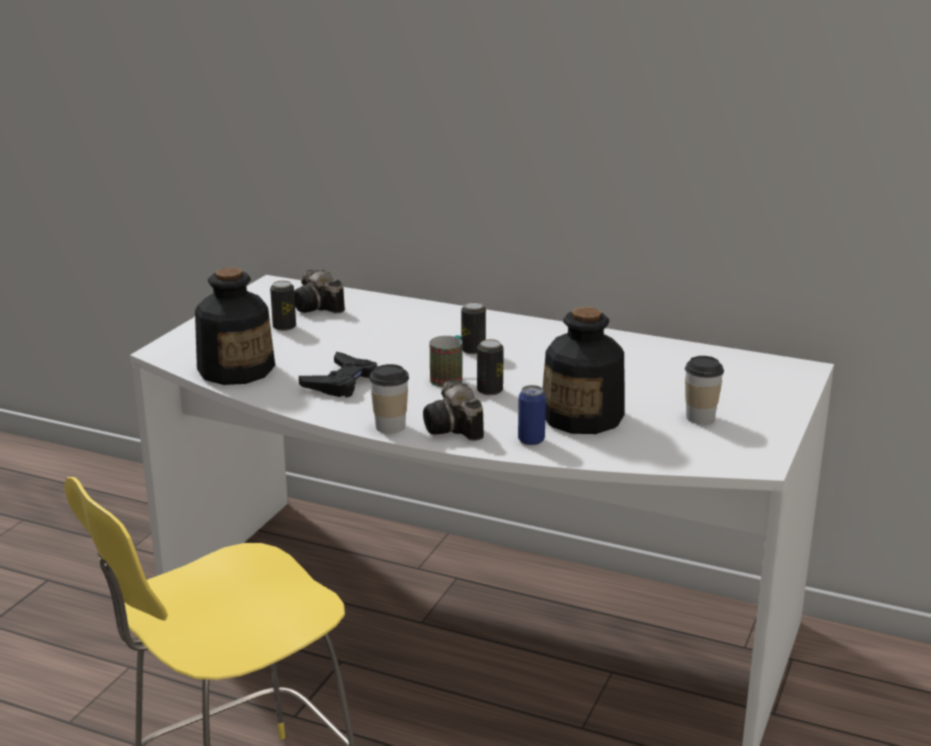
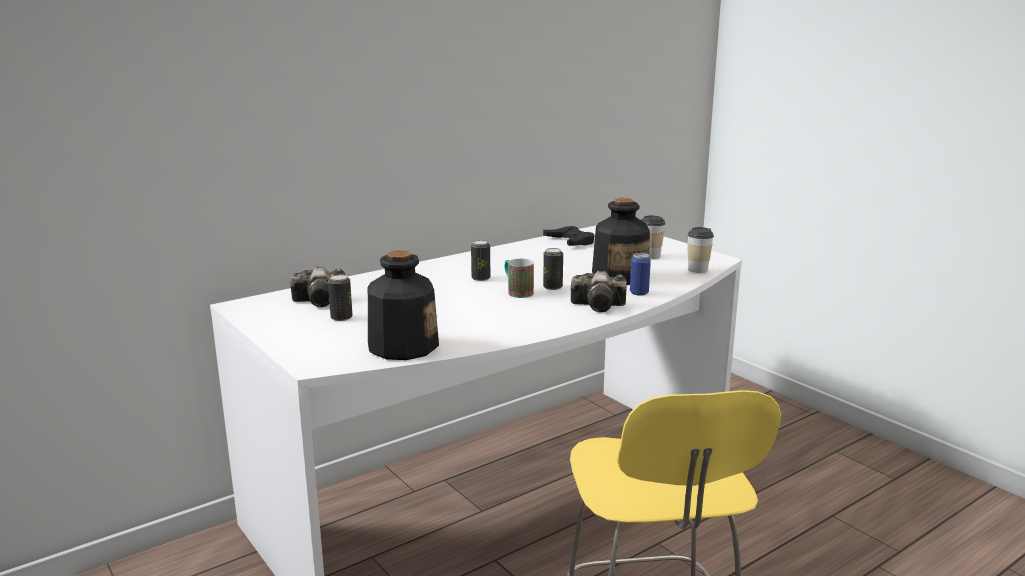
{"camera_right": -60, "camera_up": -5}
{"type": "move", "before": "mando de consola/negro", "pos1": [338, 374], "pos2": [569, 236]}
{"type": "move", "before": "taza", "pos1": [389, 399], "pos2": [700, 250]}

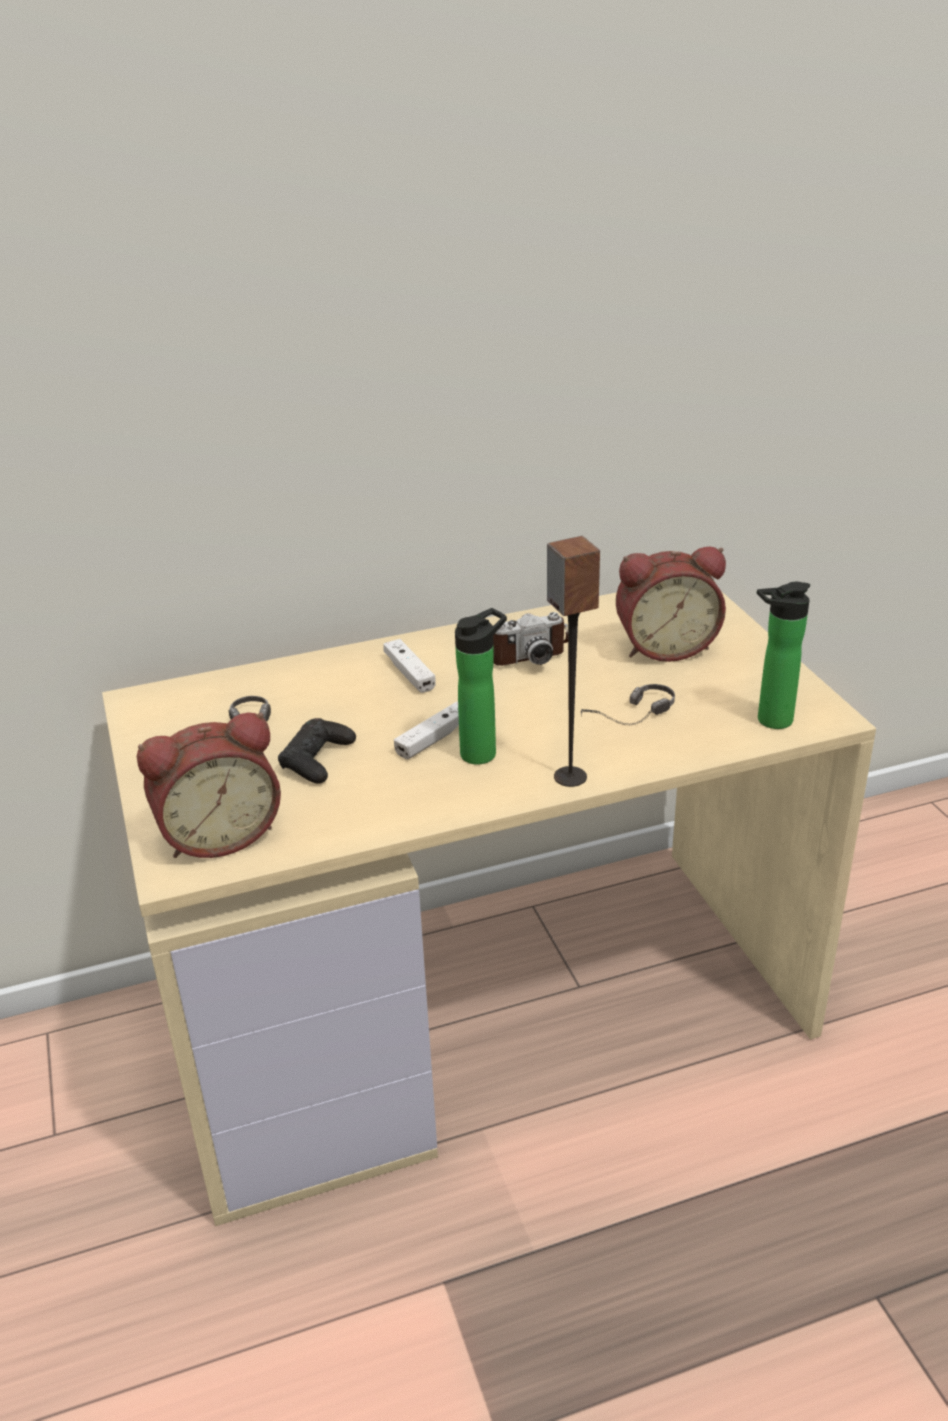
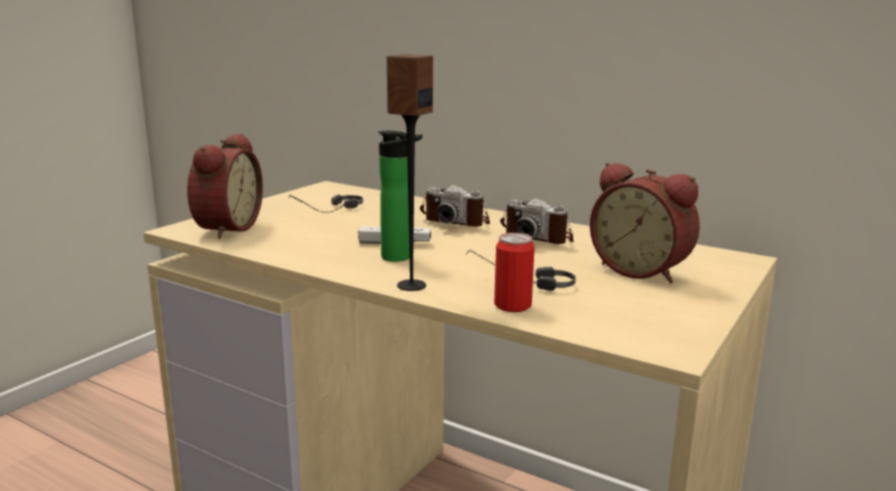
{"camera_right": 50, "camera_up": -15}
{"type": "rotate", "before": "despertador", "pos1": [209, 785], "pos2": [225, 186], "turn": -105}
{"type": "replace", "before": "mando de consola/blanco", "after": "cámara", "pos1": [409, 666], "pos2": [455, 206]}
{"type": "insert", "after": "lata", "pos2": [514, 272]}
{"type": "delete", "before": "mando de consola/negro", "pos1": [317, 751]}
{"type": "delete", "before": "botella", "pos1": [783, 655]}

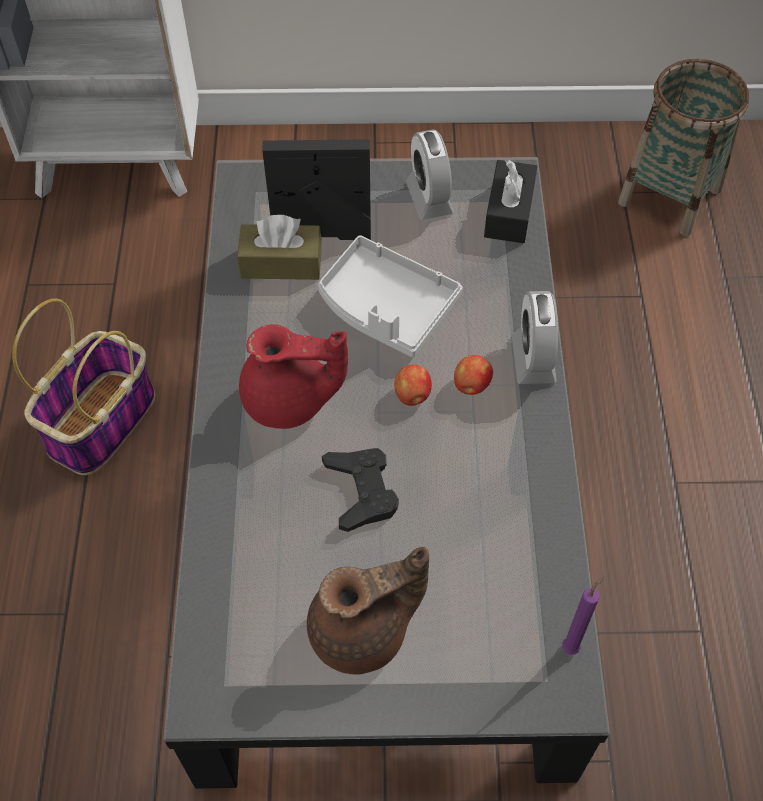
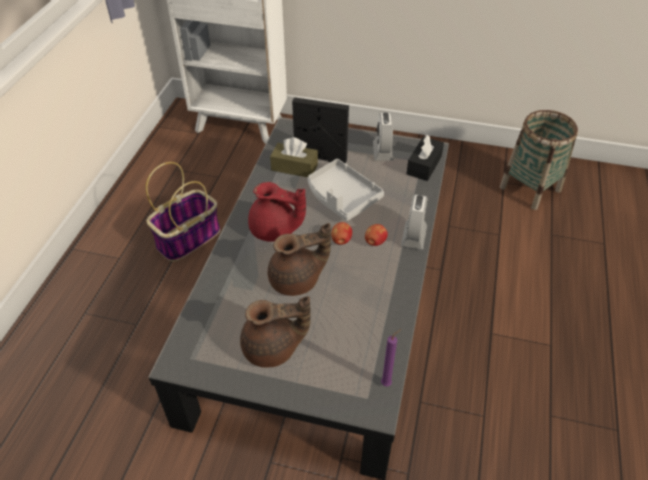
{"camera_right": 15, "camera_up": -10}
{"type": "replace", "before": "mando de consola/negro", "after": "tetera/marrón", "pos1": [360, 490], "pos2": [299, 259]}

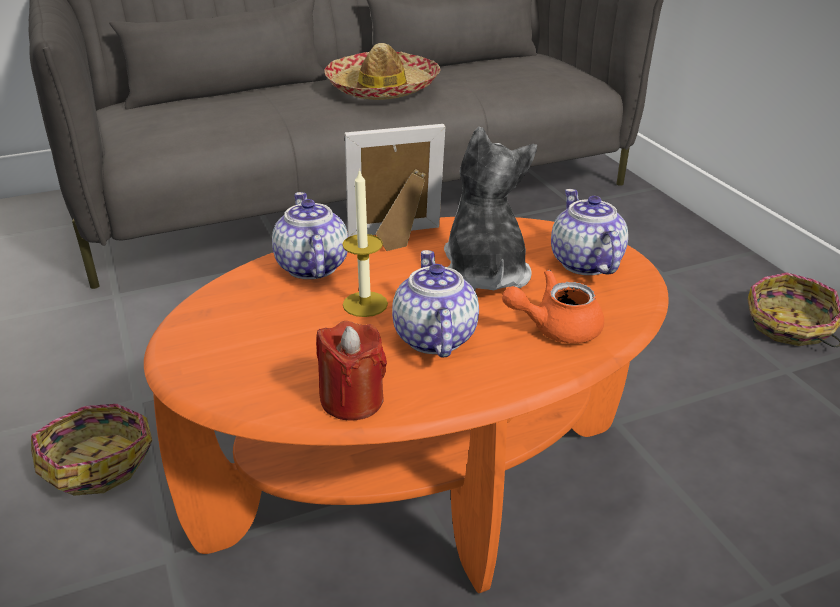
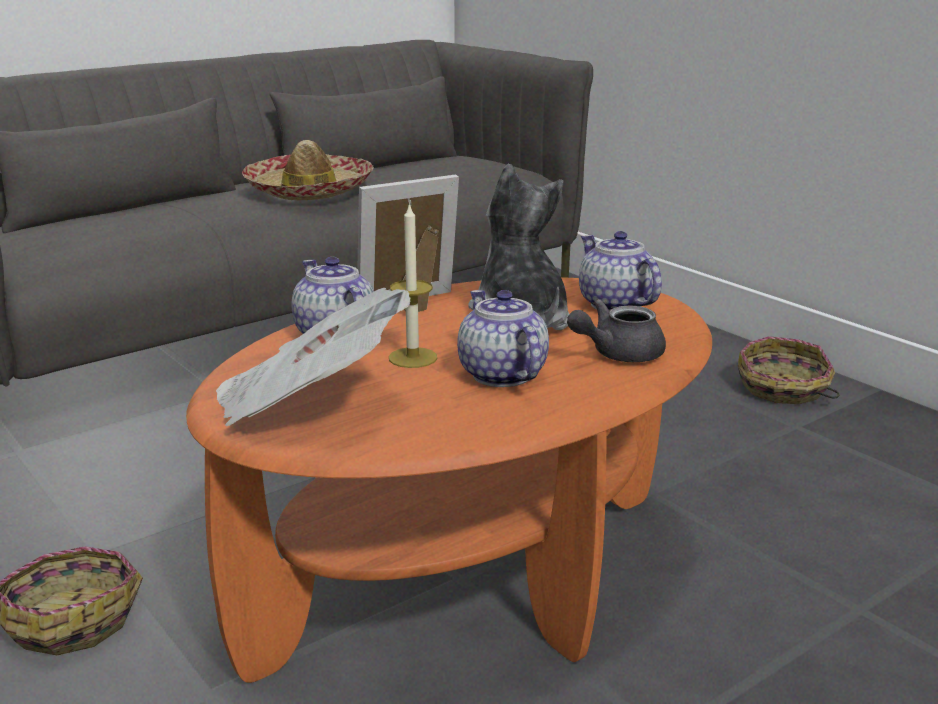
{"camera_right": -15, "camera_up": -10}
{"type": "insert", "after": "periódico", "pos2": [313, 357]}
{"type": "recolor", "before": "tetera/naranja", "after": "tetera/gris", "pos1": [553, 306], "pos2": [616, 330]}
{"type": "delete", "before": "vela/rojo", "pos1": [351, 371]}

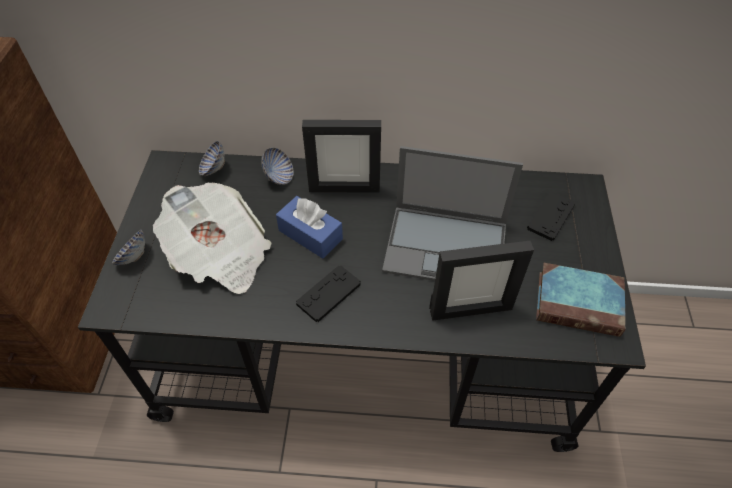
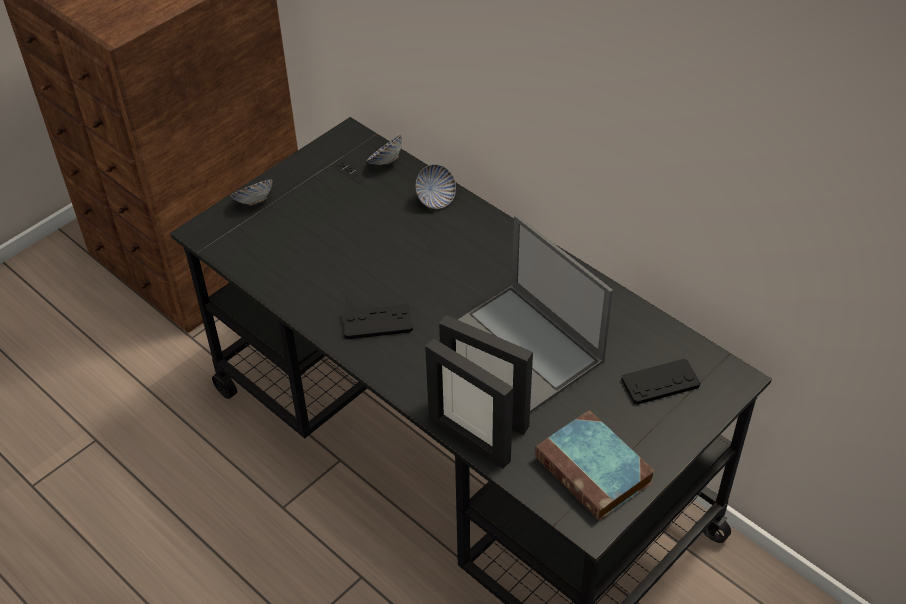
{"camera_right": 40, "camera_up": -5}
{"type": "move", "before": "portarretratos", "pos1": [341, 156], "pos2": [469, 403]}
{"type": "delete", "before": "periódico", "pos1": [212, 238]}
{"type": "delete", "before": "caja de pañuelos/azul", "pos1": [309, 227]}

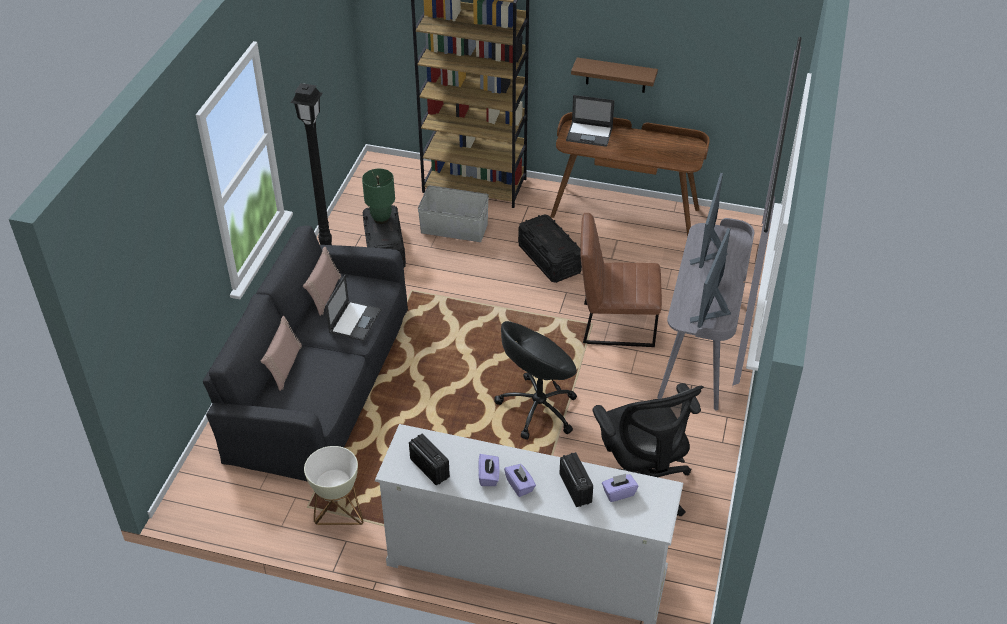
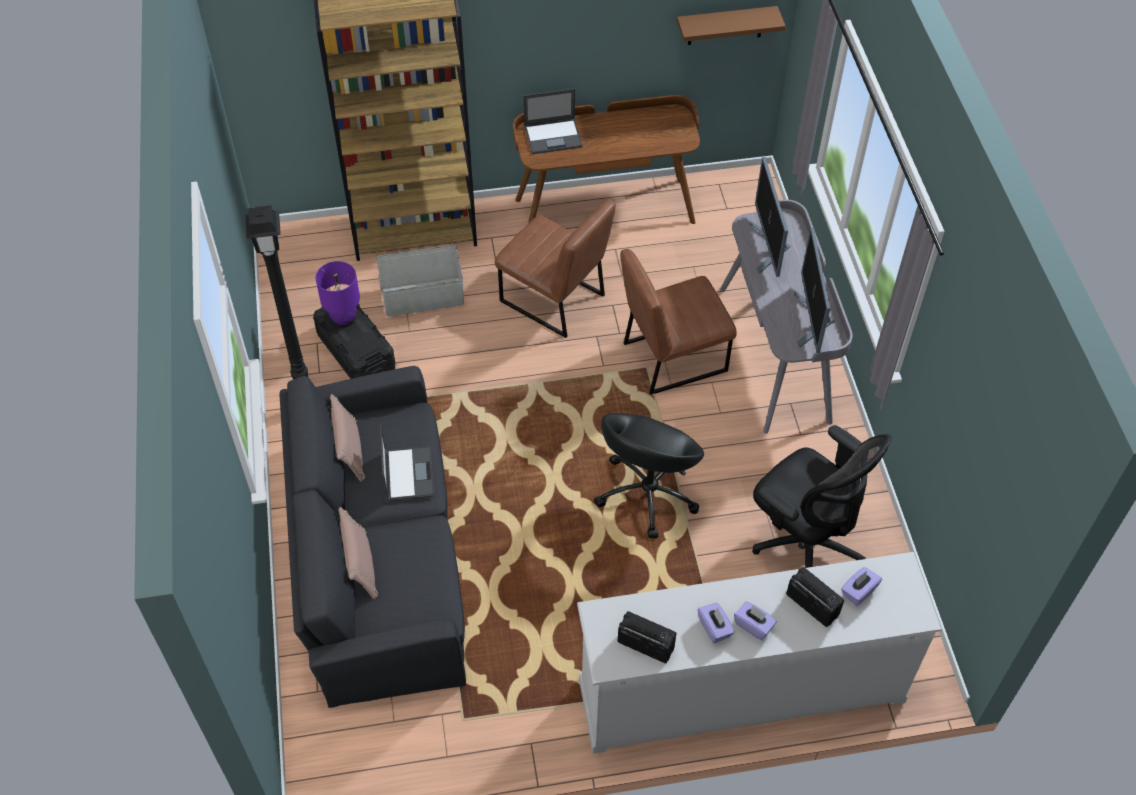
{"camera_right": -25, "camera_up": 10}
{"type": "recolor", "before": "lámpara de mesa/verde", "after": "lámpara de mesa/morado", "pos1": [378, 196], "pos2": [338, 294]}
{"type": "replace", "before": "caja de almacenaje/negro", "after": "silla/marrón", "pos1": [550, 248], "pos2": [555, 269]}
{"type": "move", "before": "estante/marrón", "pos1": [614, 75], "pos2": [731, 25]}
{"type": "delete", "before": "maceta", "pos1": [333, 485]}

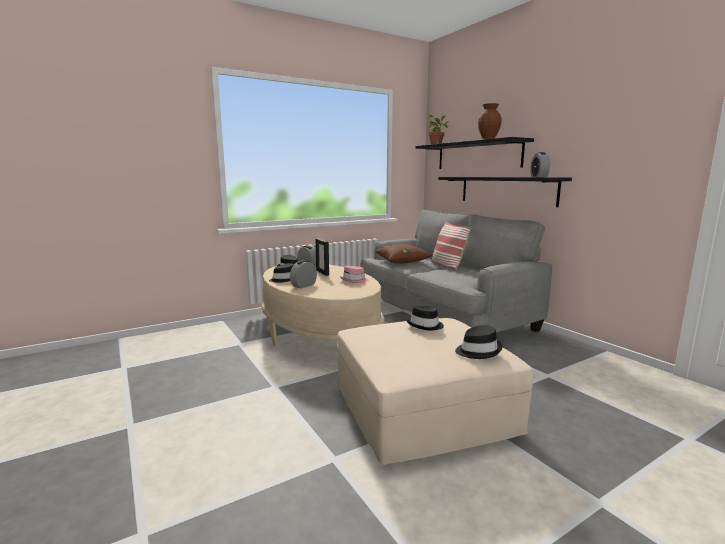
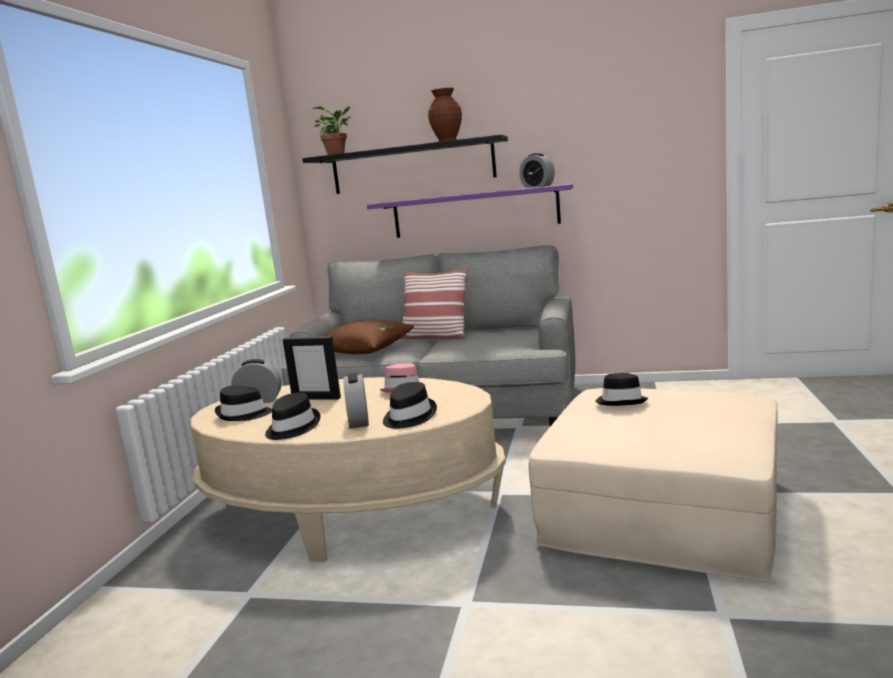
{"camera_right": -45, "camera_up": 0}
{"type": "recolor", "before": "estante/negro", "after": "estante/morado", "pos1": [505, 192], "pos2": [470, 210]}
{"type": "move", "before": "sombrero/negro", "pos1": [478, 342], "pos2": [410, 405]}

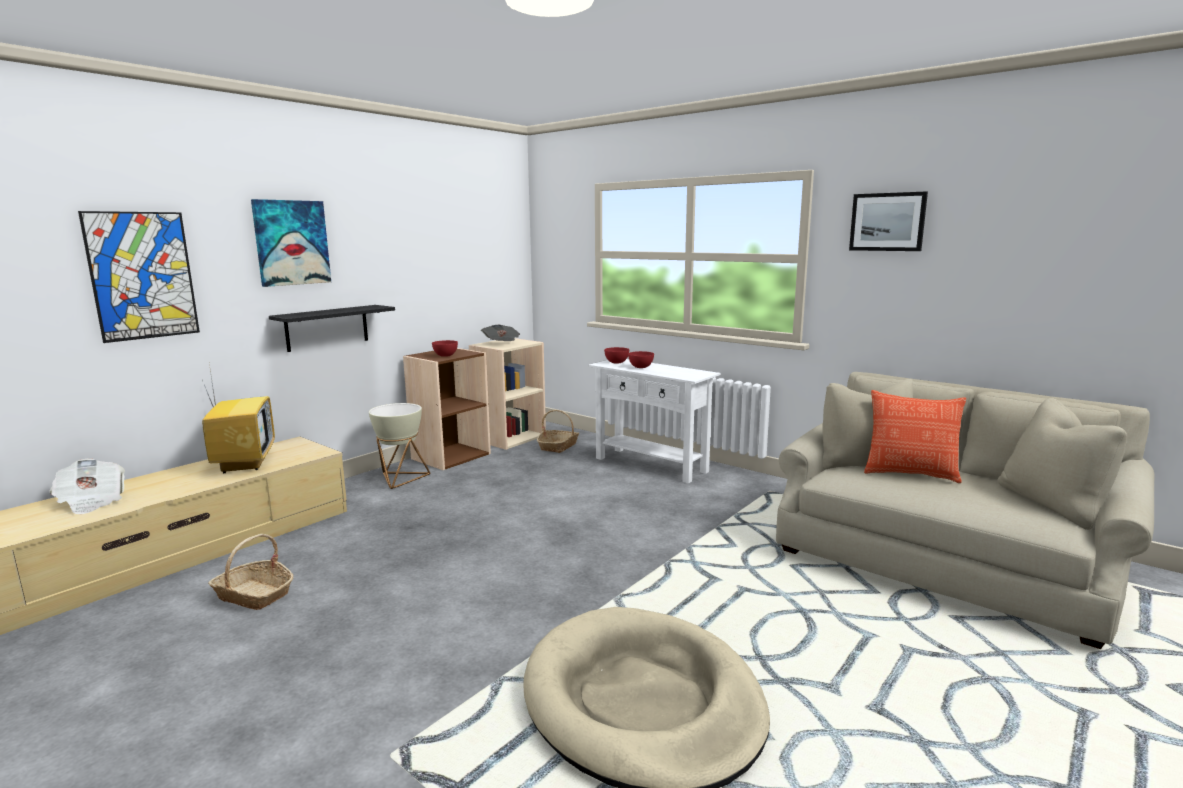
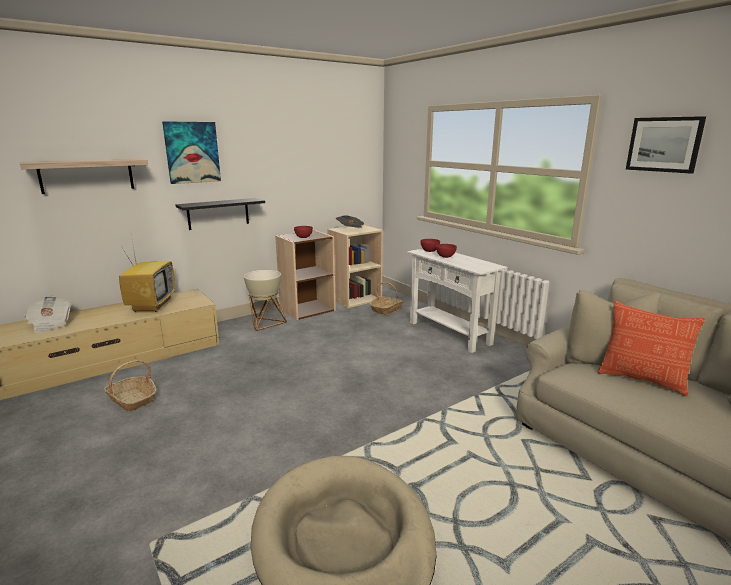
{"camera_right": 15, "camera_up": 5}
{"type": "replace", "before": "cuadro", "after": "estante", "pos1": [139, 277], "pos2": [84, 176]}

